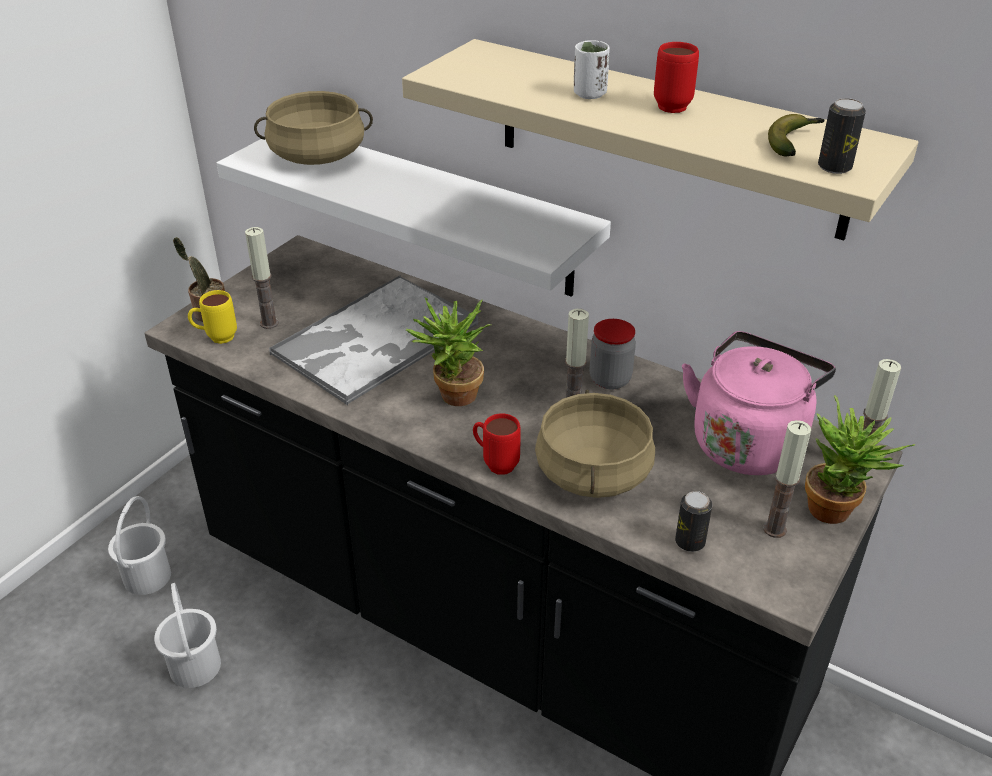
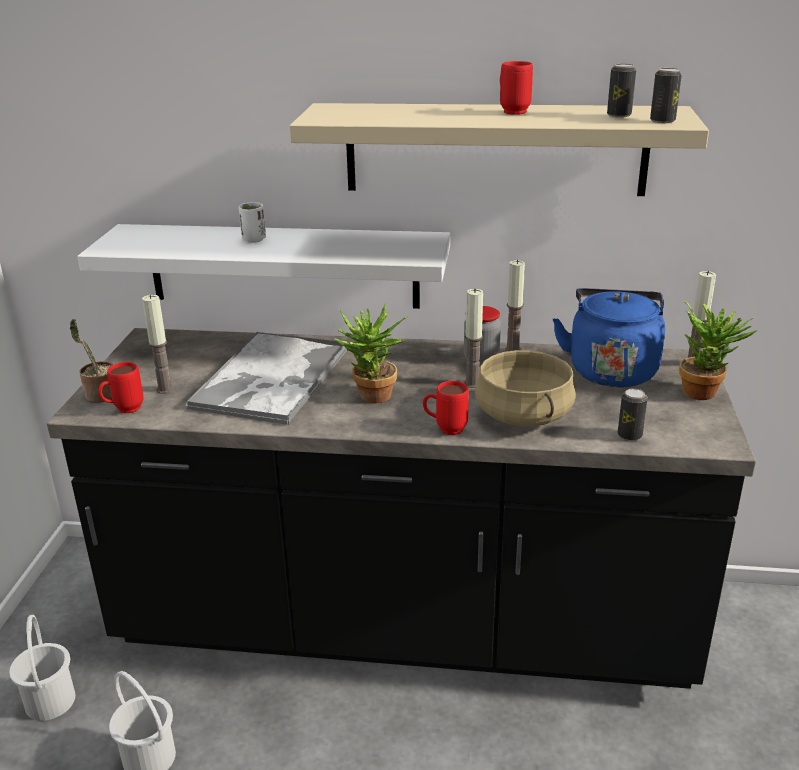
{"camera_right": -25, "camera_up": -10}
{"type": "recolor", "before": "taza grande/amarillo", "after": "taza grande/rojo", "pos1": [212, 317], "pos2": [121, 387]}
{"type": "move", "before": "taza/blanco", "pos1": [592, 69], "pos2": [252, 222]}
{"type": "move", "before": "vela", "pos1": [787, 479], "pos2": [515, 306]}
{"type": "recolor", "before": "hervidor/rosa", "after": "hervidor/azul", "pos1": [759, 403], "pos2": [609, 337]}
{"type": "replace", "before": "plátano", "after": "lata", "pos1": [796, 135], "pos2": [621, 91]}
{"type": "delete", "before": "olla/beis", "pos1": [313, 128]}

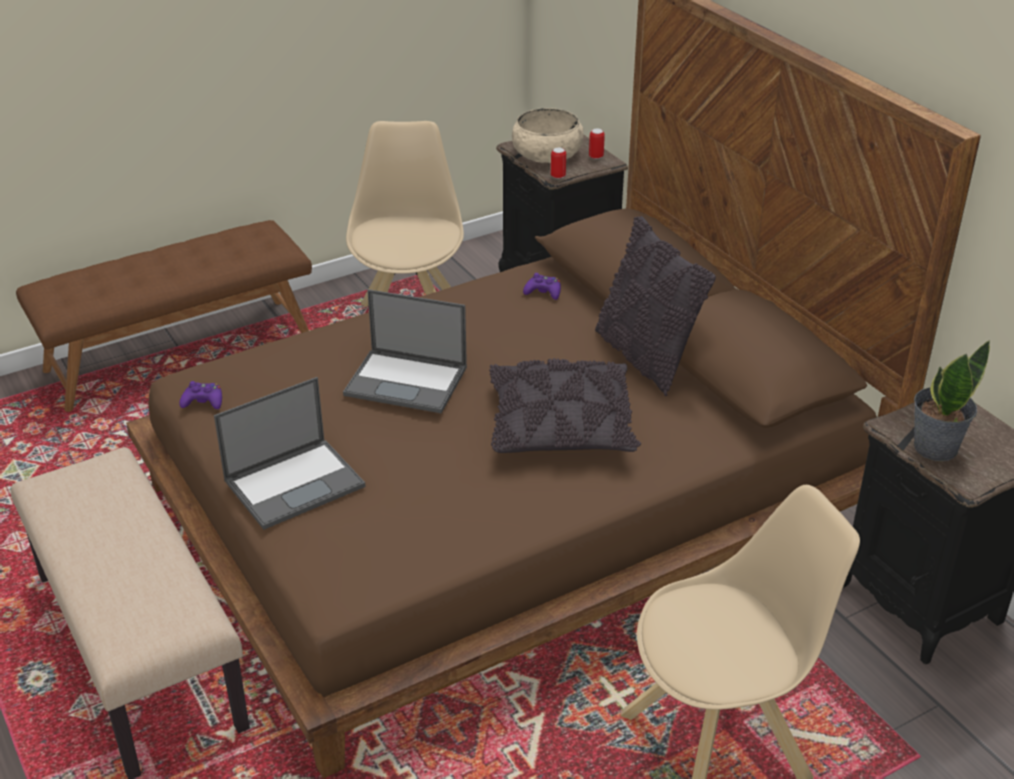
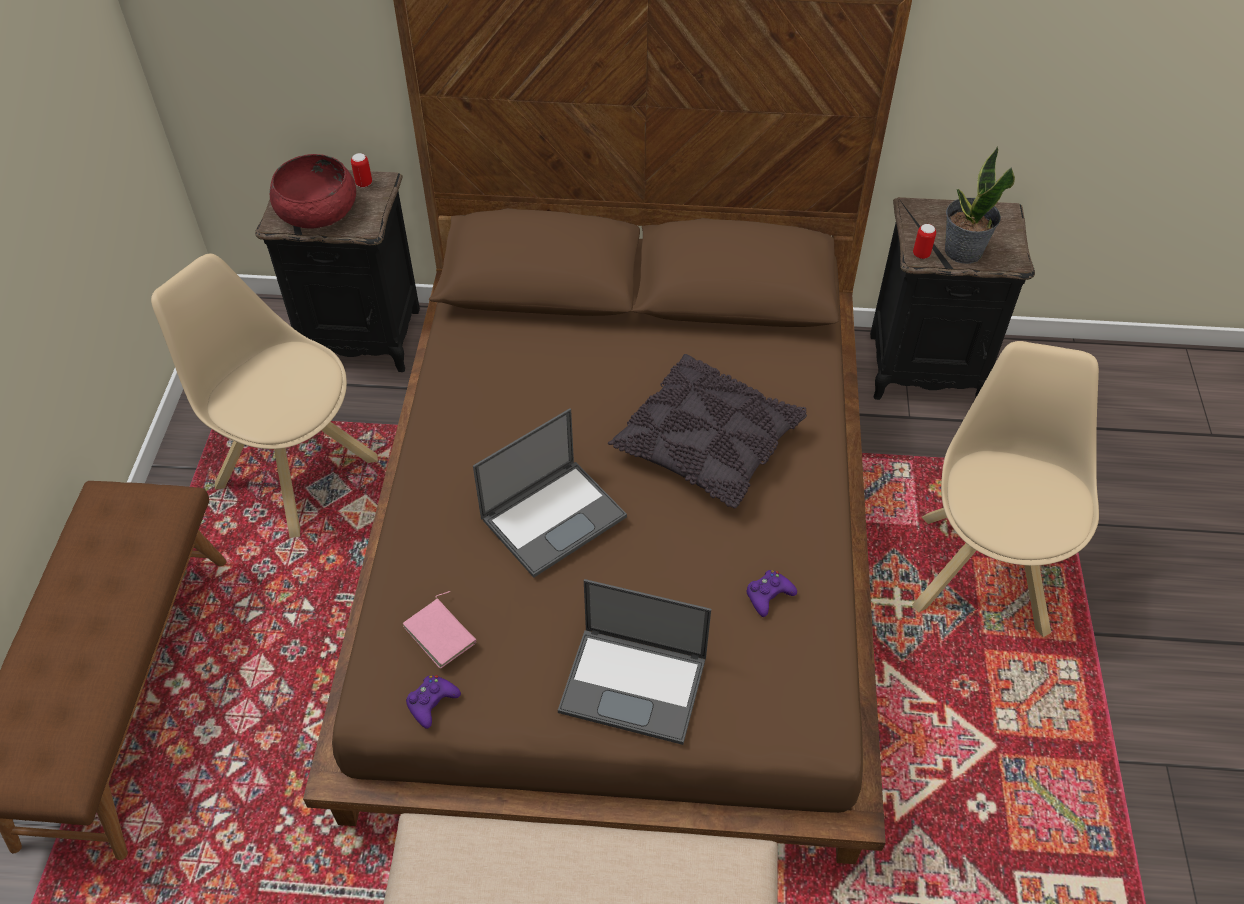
{"camera_right": -55, "camera_up": 15}
{"type": "recolor", "before": "cuenco/beis", "after": "cuenco/rojo", "pos1": [548, 135], "pos2": [313, 191]}
{"type": "insert", "after": "libro/rosa", "pos2": [439, 630]}
{"type": "rotate", "before": "portátil", "pos1": [290, 453], "pos2": [634, 662], "turn": 105}
{"type": "move", "before": "mando de consola/morado", "pos1": [542, 286], "pos2": [771, 593]}
{"type": "move", "before": "lata", "pos1": [558, 163], "pos2": [924, 241]}
{"type": "delete", "before": "cojín/negro", "pos1": [655, 306]}

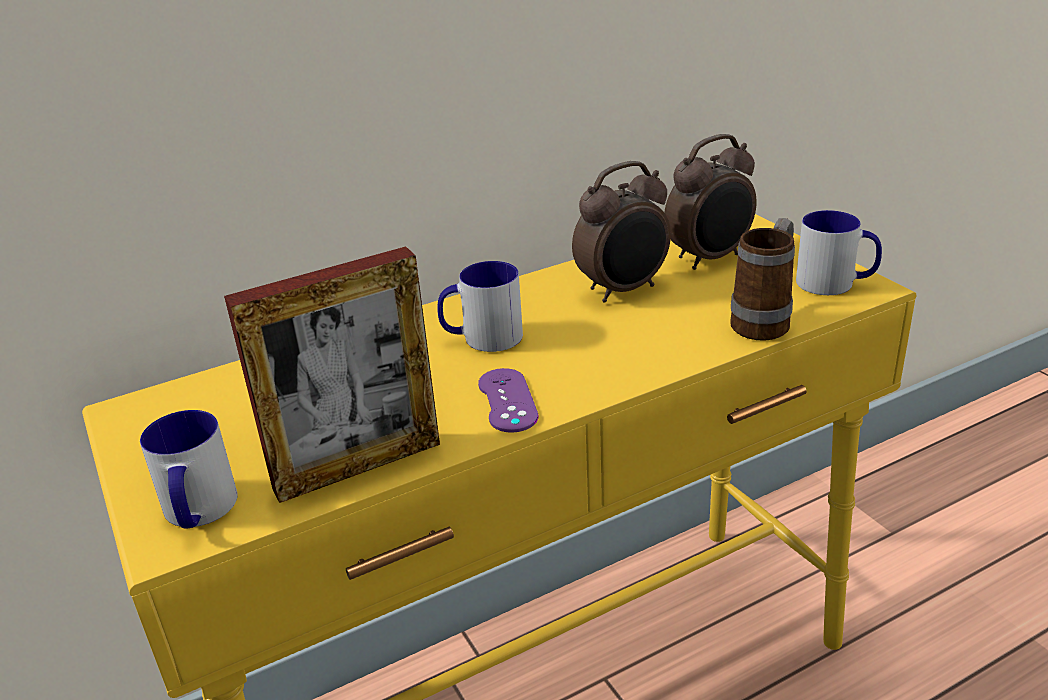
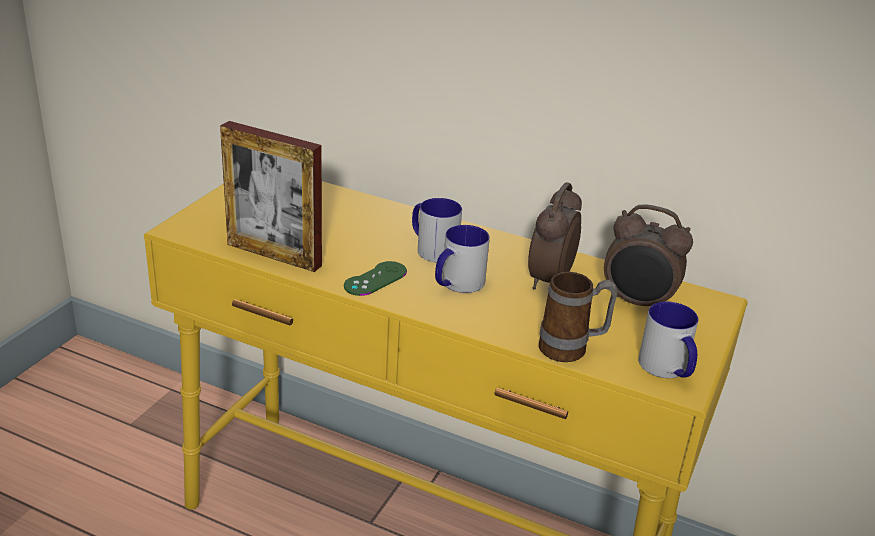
{"camera_right": 50, "camera_up": 0}
{"type": "recolor", "before": "mando de consola/morado", "after": "mando de consola/verde", "pos1": [508, 400], "pos2": [375, 278]}
{"type": "move", "before": "taza grande", "pos1": [188, 469], "pos2": [462, 259]}
{"type": "rotate", "before": "despertador", "pos1": [621, 232], "pos2": [555, 236], "turn": 90}

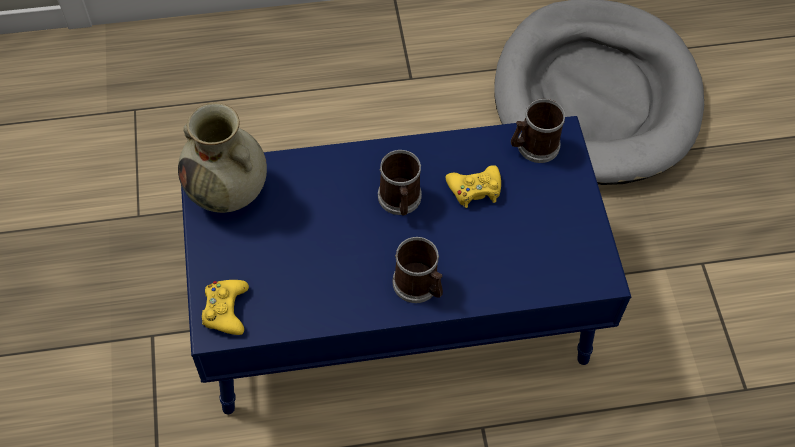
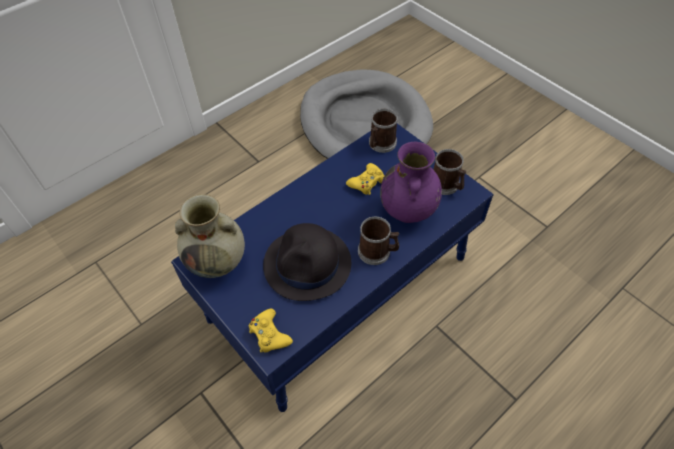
{"camera_right": -30, "camera_up": -5}
{"type": "insert", "after": "sombrero/negro", "pos2": [307, 262]}
{"type": "insert", "after": "florero/morado", "pos2": [411, 182]}
{"type": "move", "before": "taza grande", "pos1": [400, 182], "pos2": [449, 172]}

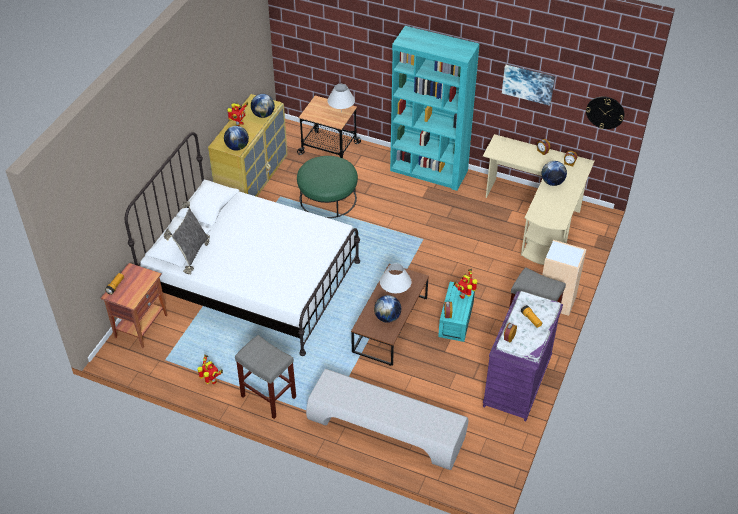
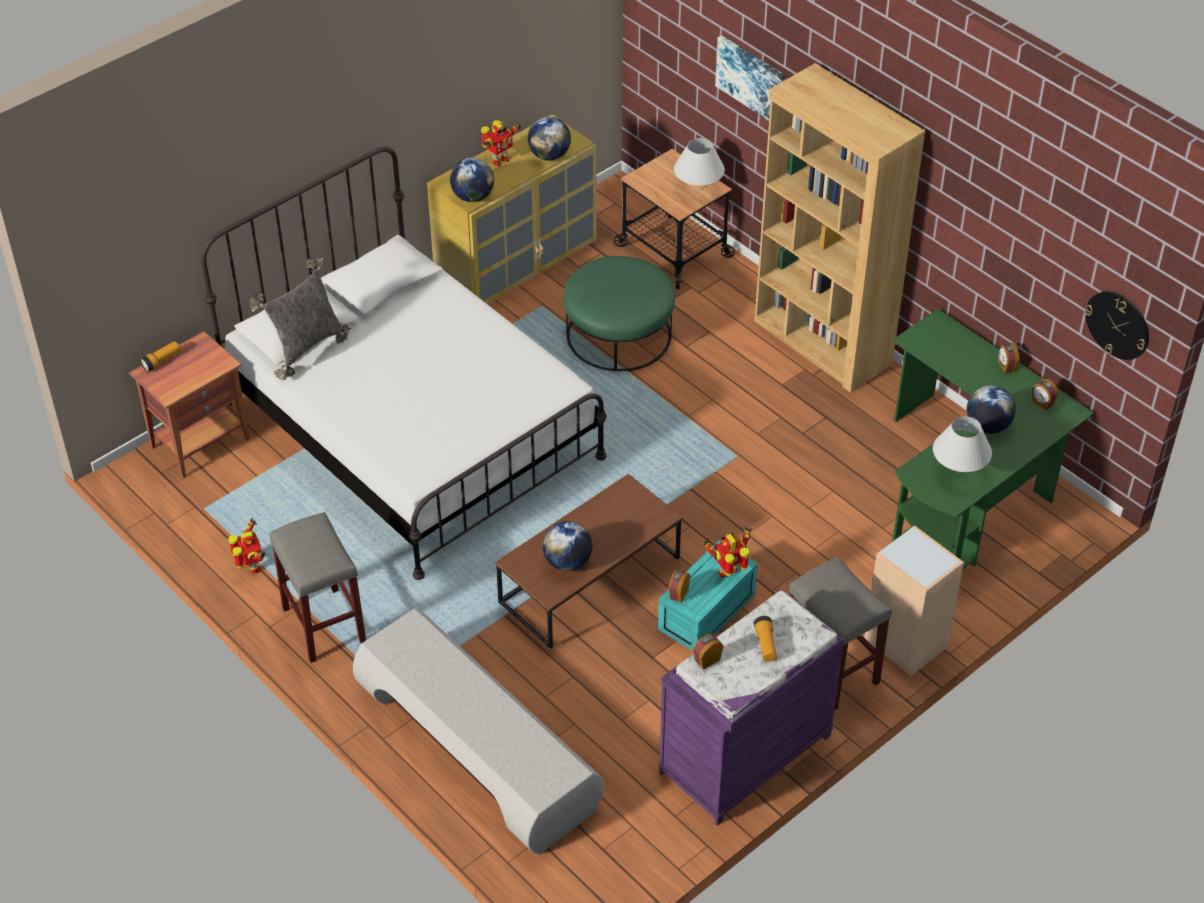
{"camera_right": 25, "camera_up": 0}
{"type": "move", "before": "cuadro", "pos1": [528, 85], "pos2": [750, 78]}
{"type": "recolor", "before": "estantería/turquesa", "after": "estantería/marrón", "pos1": [435, 108], "pos2": [840, 228]}
{"type": "recolor", "before": "escritorio/beis", "after": "escritorio/verde", "pos1": [539, 199], "pos2": [993, 438]}
{"type": "move", "before": "lámpara de mesa/blanco", "pos1": [396, 278], "pos2": [962, 444]}

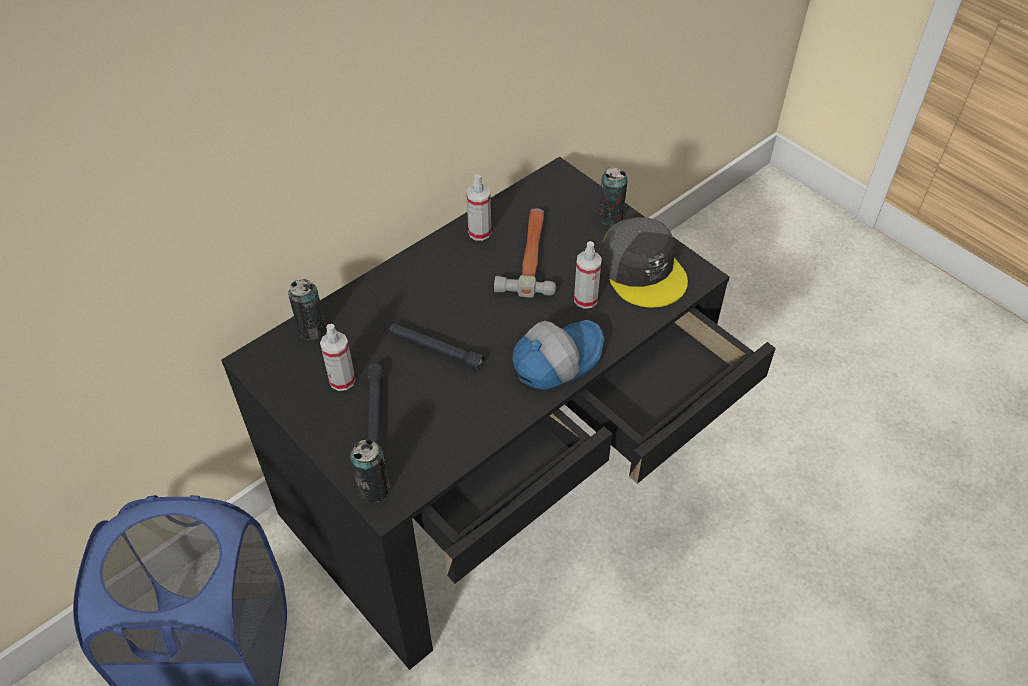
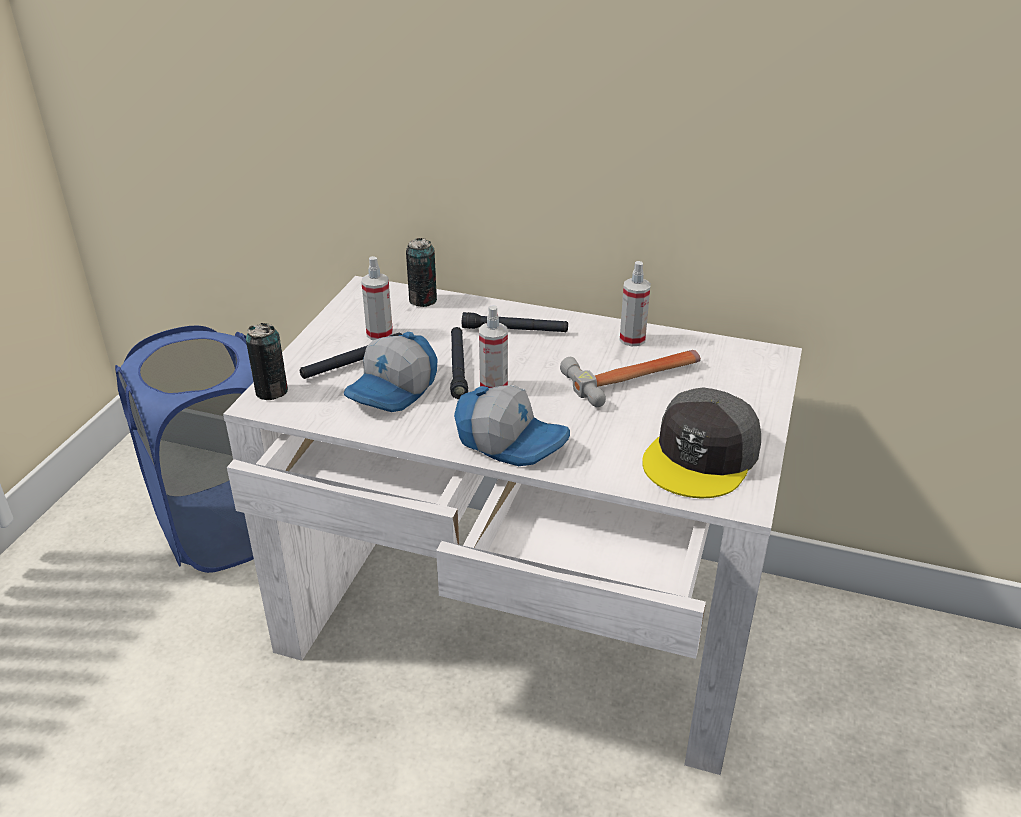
{"camera_right": 60, "camera_up": -15}
{"type": "recolor", "before": "escritorio/negro", "after": "escritorio/blanco", "pos1": [498, 413], "pos2": [512, 525]}
{"type": "insert", "after": "gorra", "pos2": [391, 372]}
{"type": "insert", "after": "linterna/negro", "pos2": [515, 322]}
{"type": "move", "before": "pulverizador", "pos1": [588, 275], "pos2": [493, 346]}
{"type": "delete", "before": "lata", "pos1": [613, 196]}

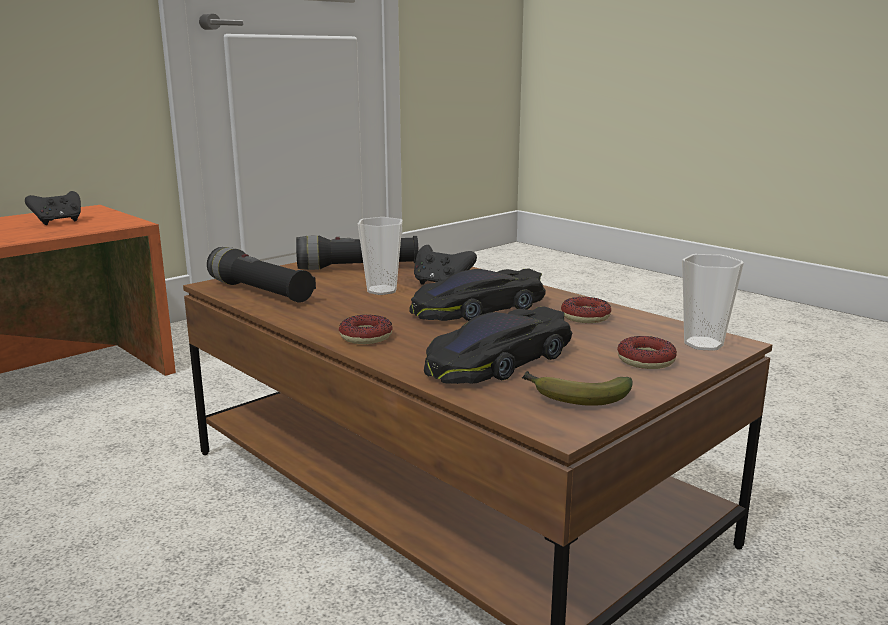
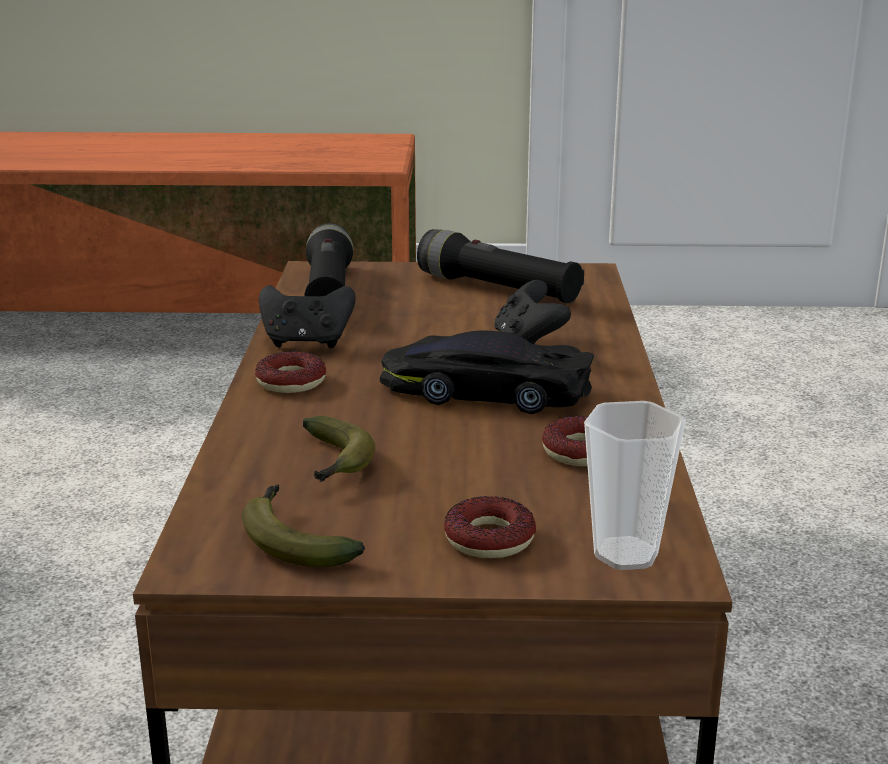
{"camera_right": 45, "camera_up": 5}
{"type": "move", "before": "mando de consola/negro", "pos1": [53, 208], "pos2": [307, 316]}
{"type": "replace", "before": "coche de juguete/negro", "after": "plátano", "pos1": [498, 345], "pos2": [339, 449]}
{"type": "delete", "before": "taza", "pos1": [380, 256]}

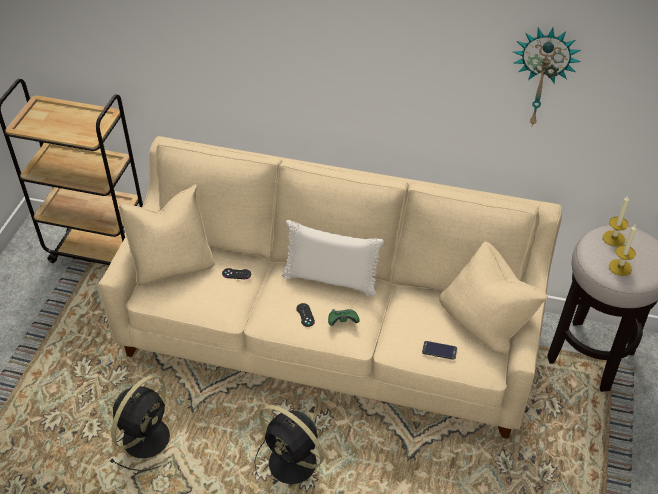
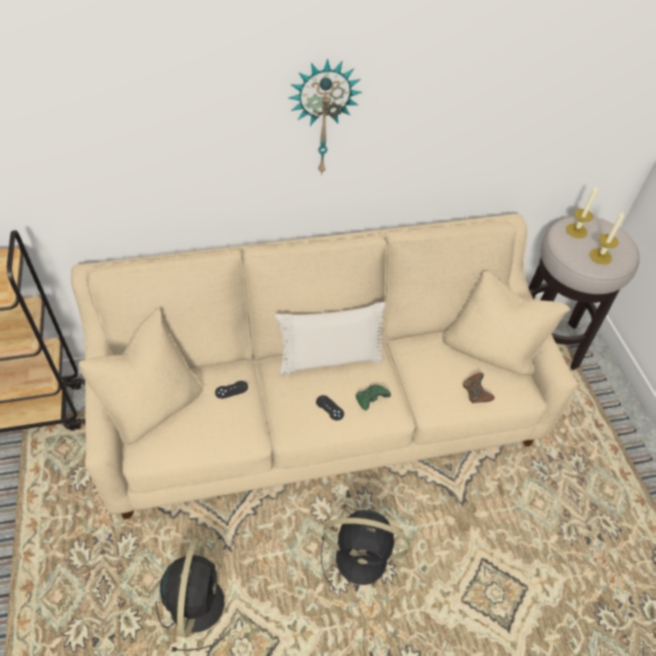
{"camera_right": -30, "camera_up": 5}
{"type": "move", "before": "reloj de pared", "pos1": [547, 77], "pos2": [325, 117]}
{"type": "replace", "before": "móvil", "after": "mando de consola/marrón", "pos1": [439, 350], "pos2": [479, 388]}

